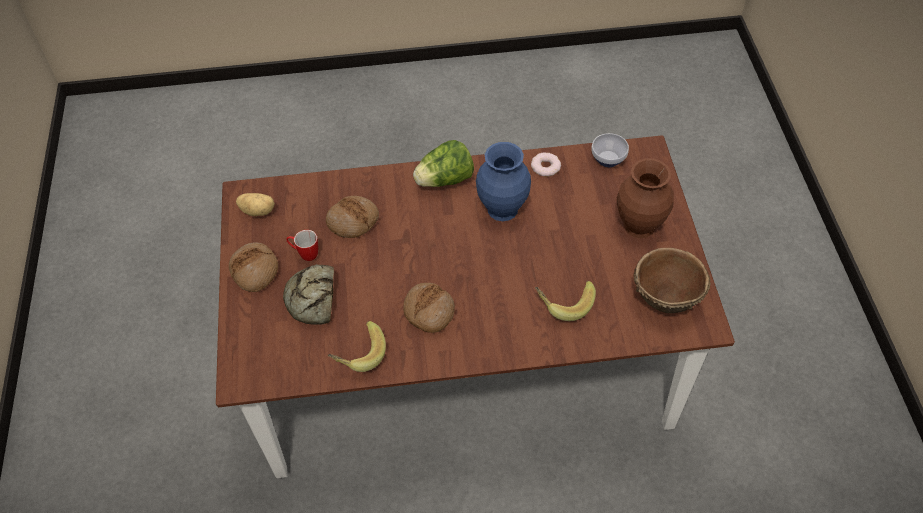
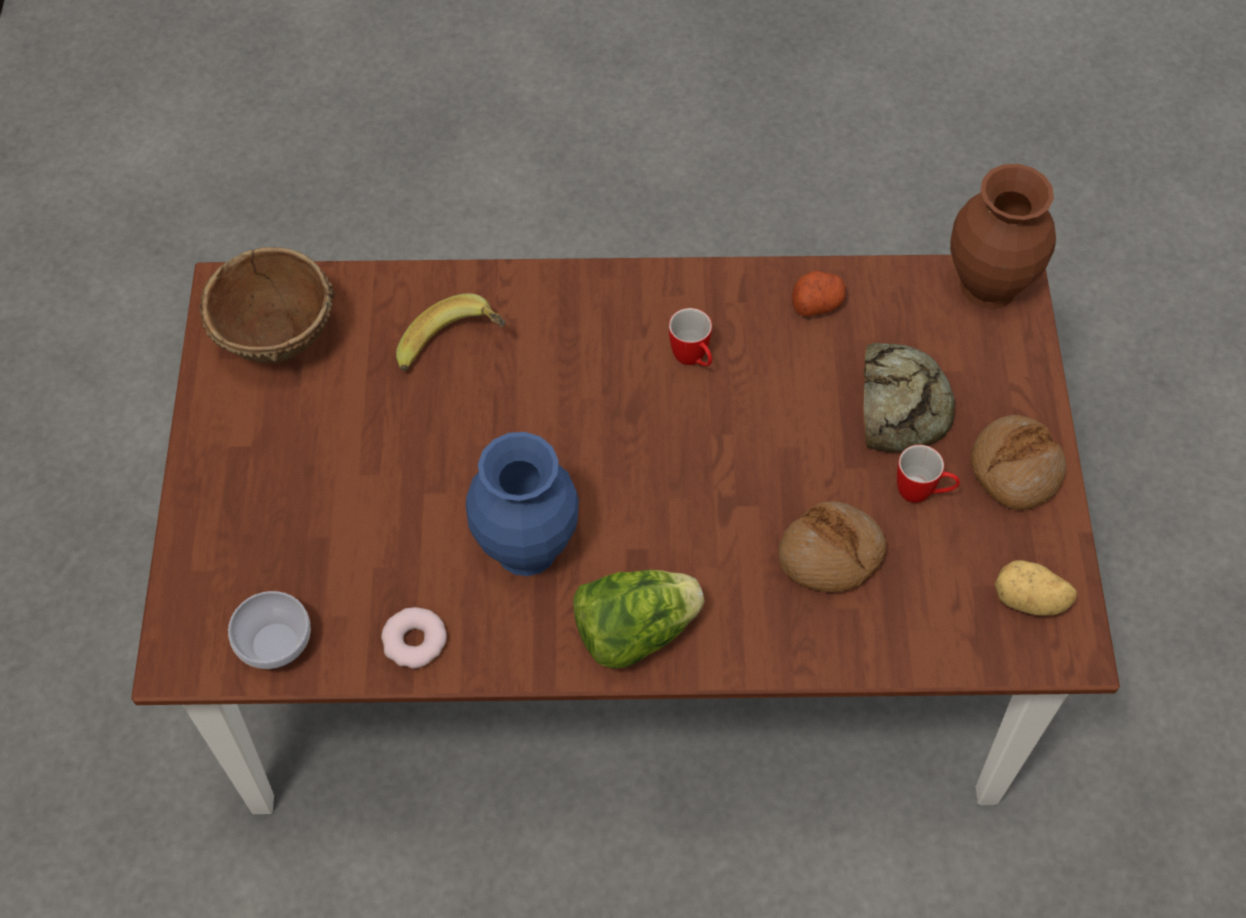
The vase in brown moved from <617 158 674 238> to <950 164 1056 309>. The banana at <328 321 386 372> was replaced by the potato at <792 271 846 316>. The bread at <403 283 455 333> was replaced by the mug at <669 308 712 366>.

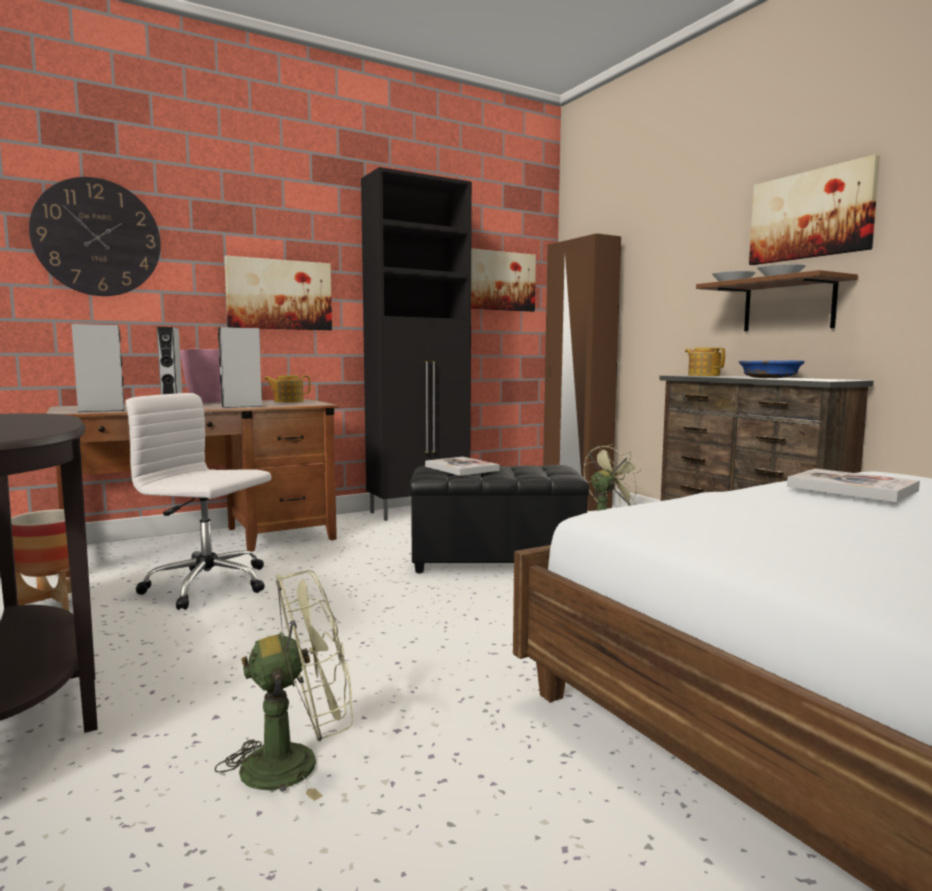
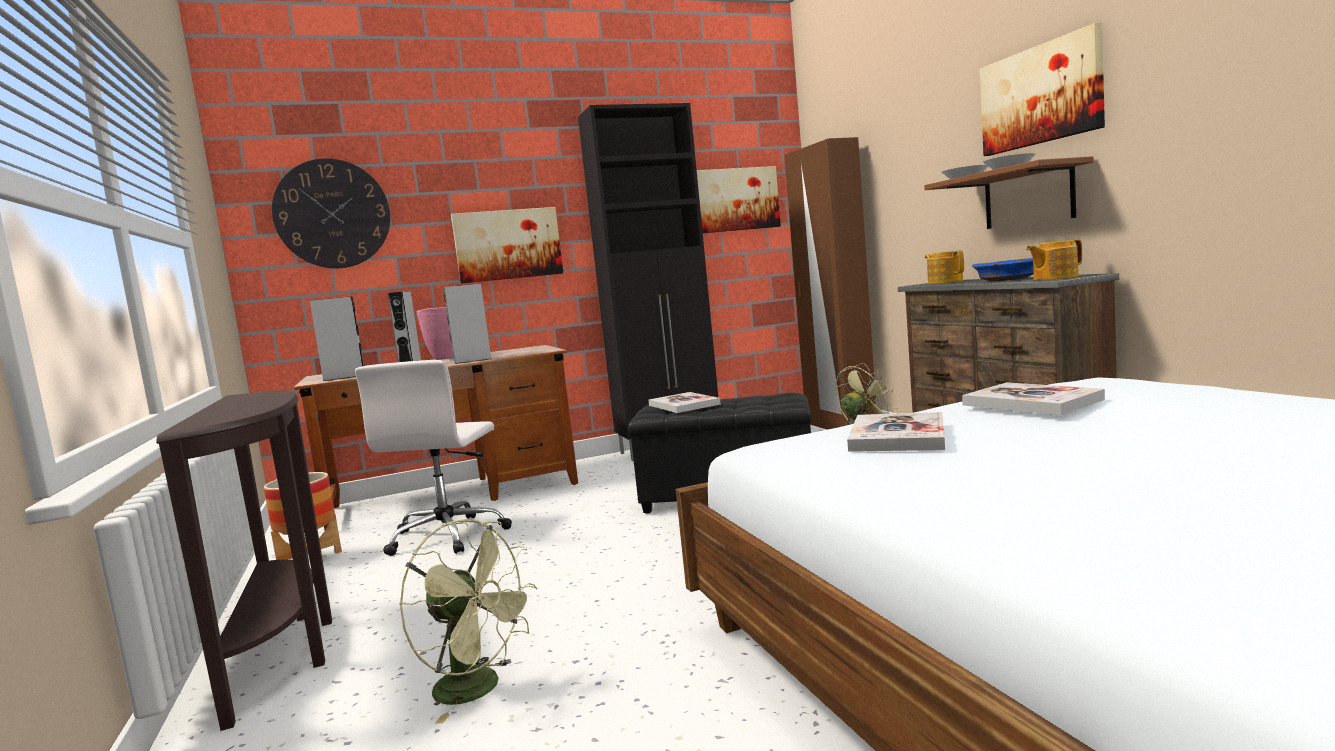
The book at <847 412 945 452> appeared. The teapot moved from <264 375 311 402> to <1026 239 1082 280>. The office chair in white at <126 393 271 610> turned 105 degrees counterclockwise. The fan in green at <215 570 353 801> turned 45 degrees clockwise.

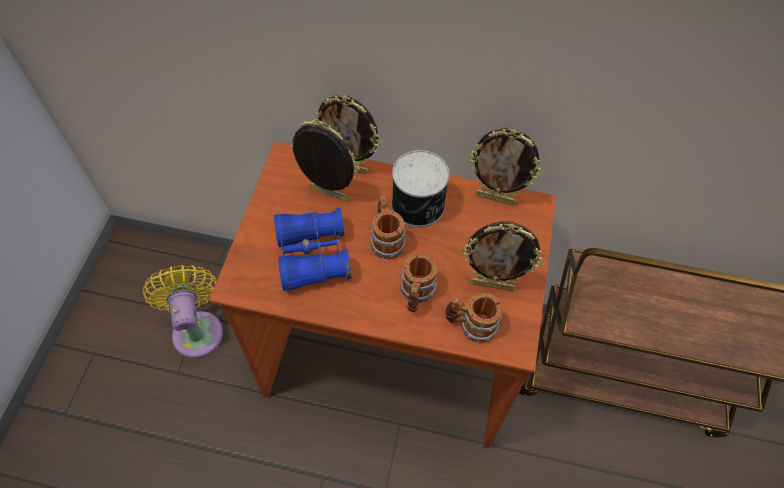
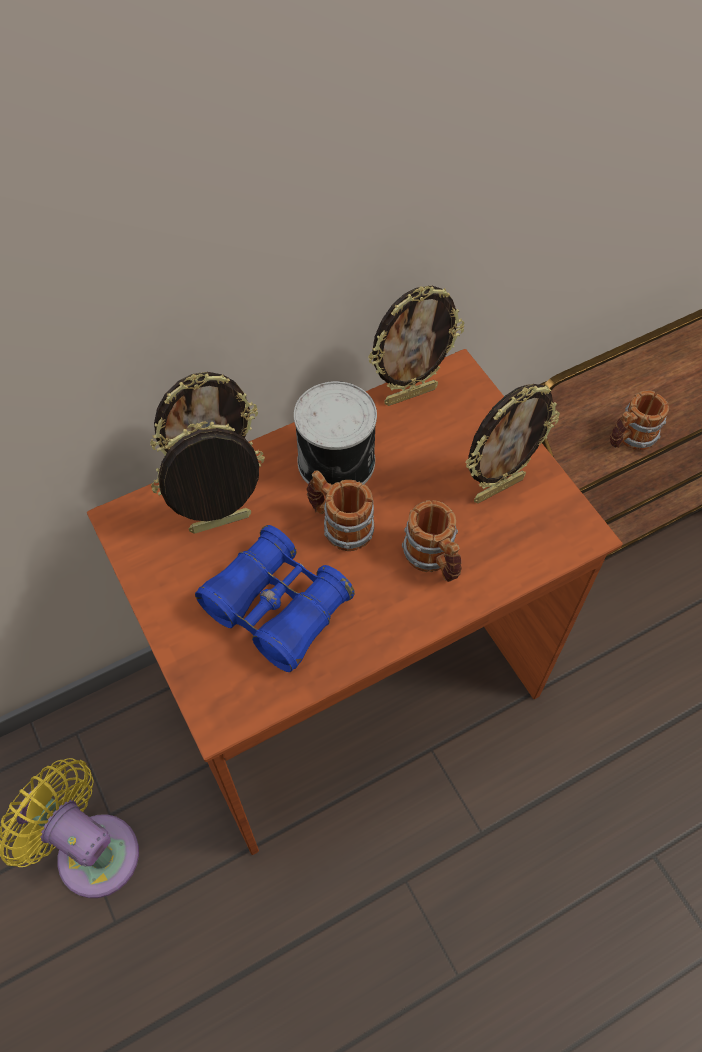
The mug moved from <445 293 502 343> to <610 390 669 450>.

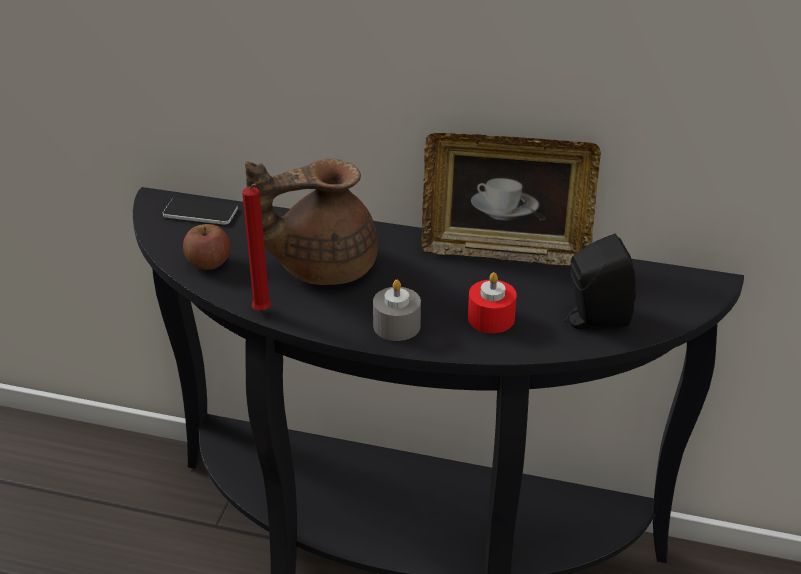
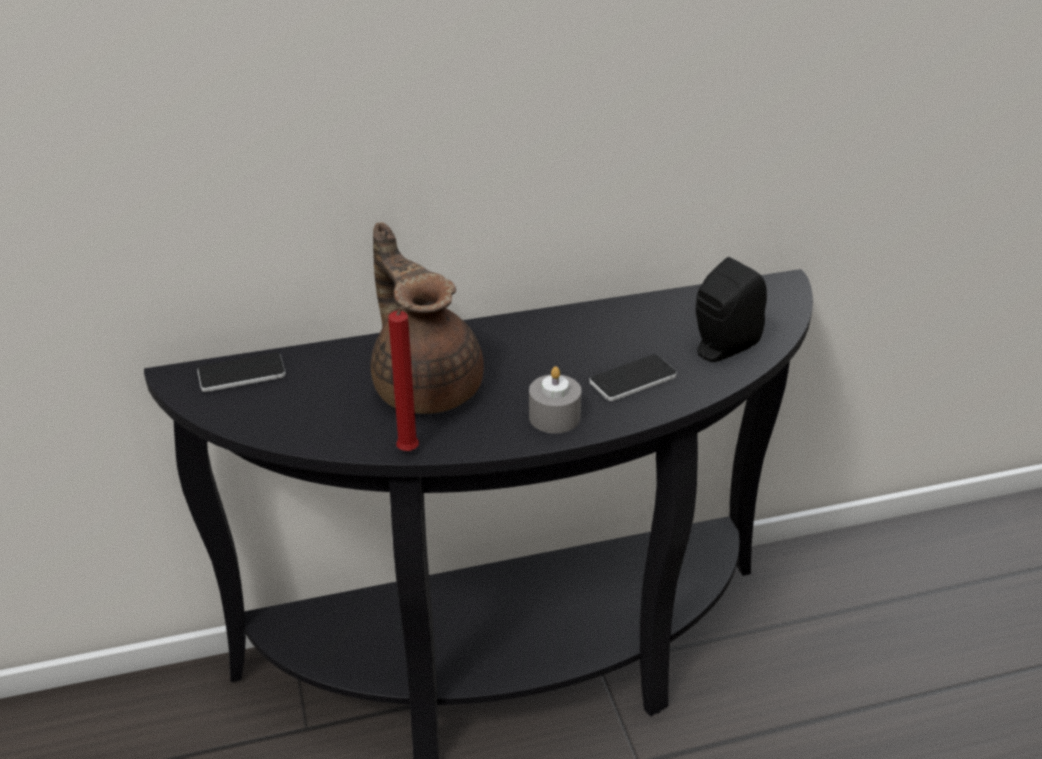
The apple at <183 224 230 270> disappeared. The picture frame at <421 133 601 266> disappeared. The candle in red at <468 272 517 333> was replaced by the phone at <589 355 677 401>. The teapot in brown at <245 159 378 285> turned 105 degrees clockwise.

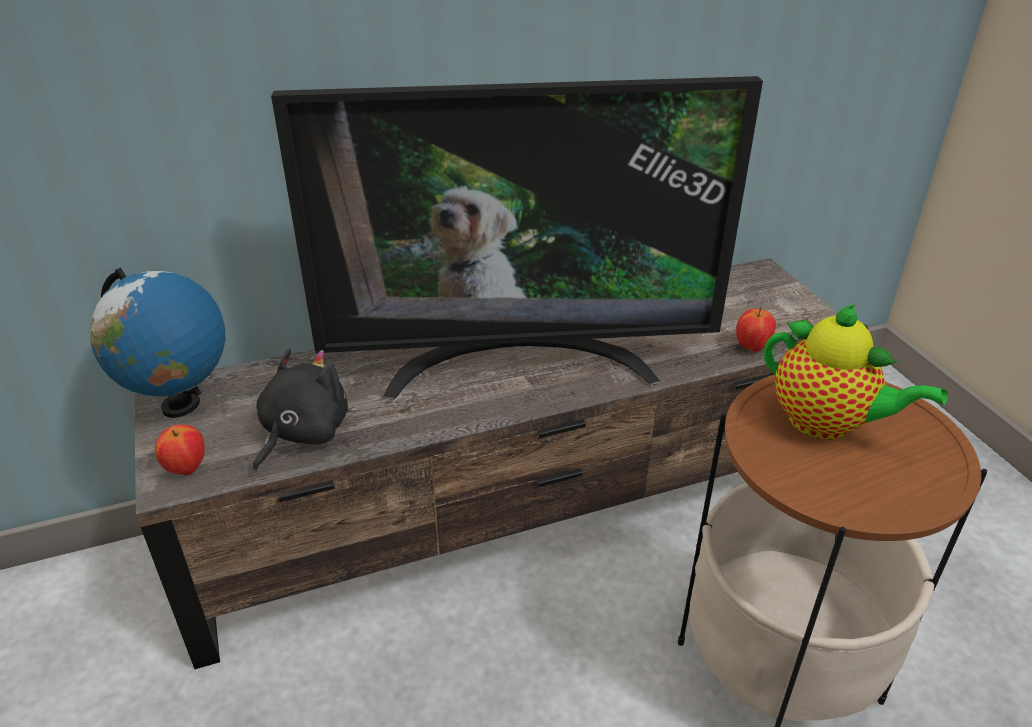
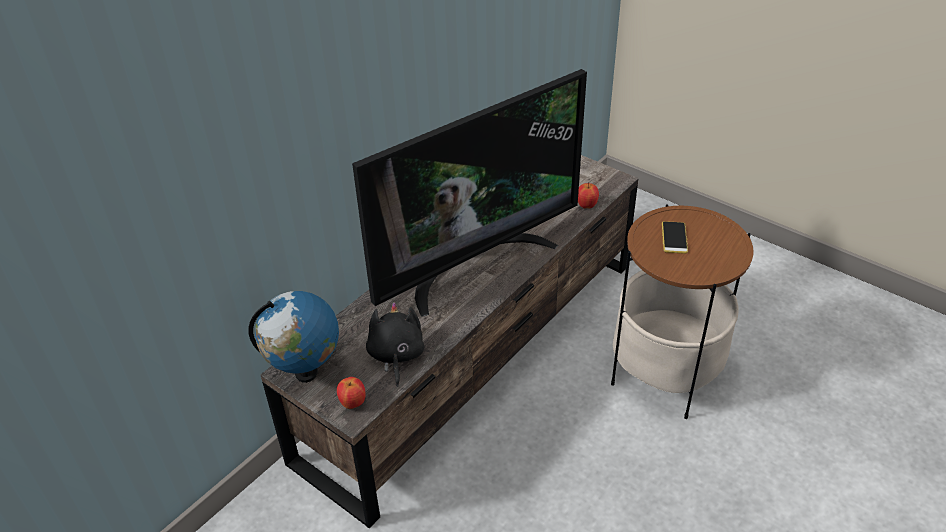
The teapot at <764 304 948 440> was replaced by the phone at <662 221 688 254>.

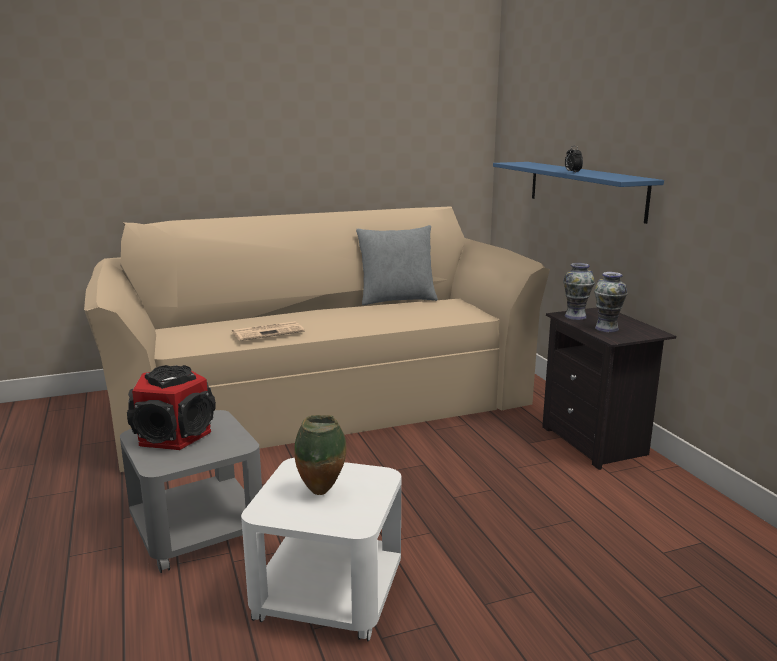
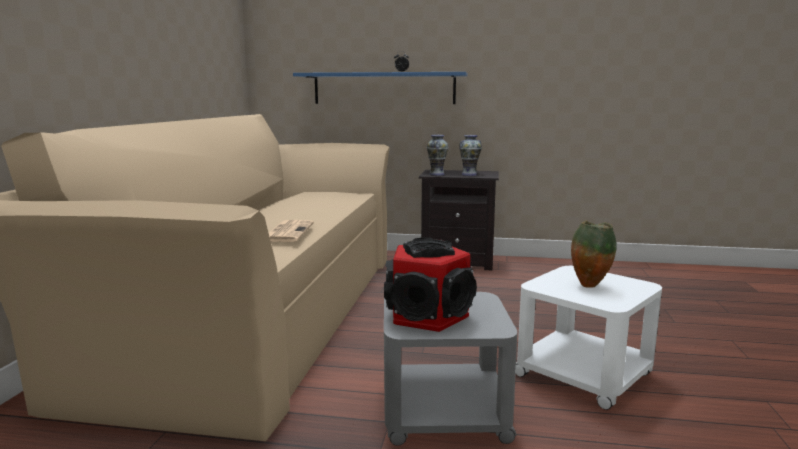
The pillow in grey at <356 225 438 305> disappeared.

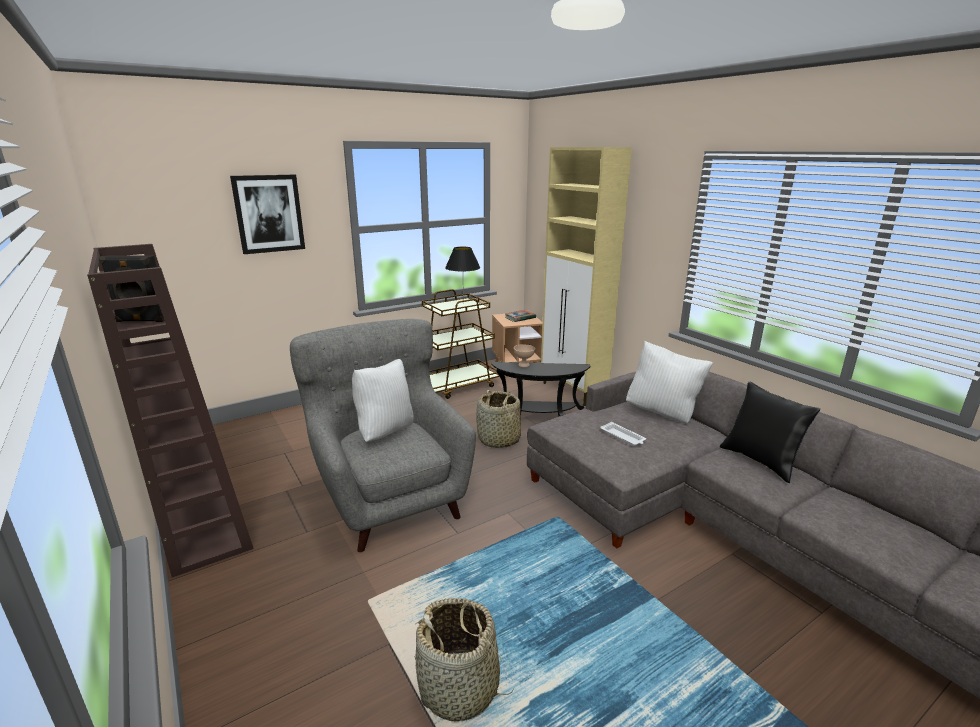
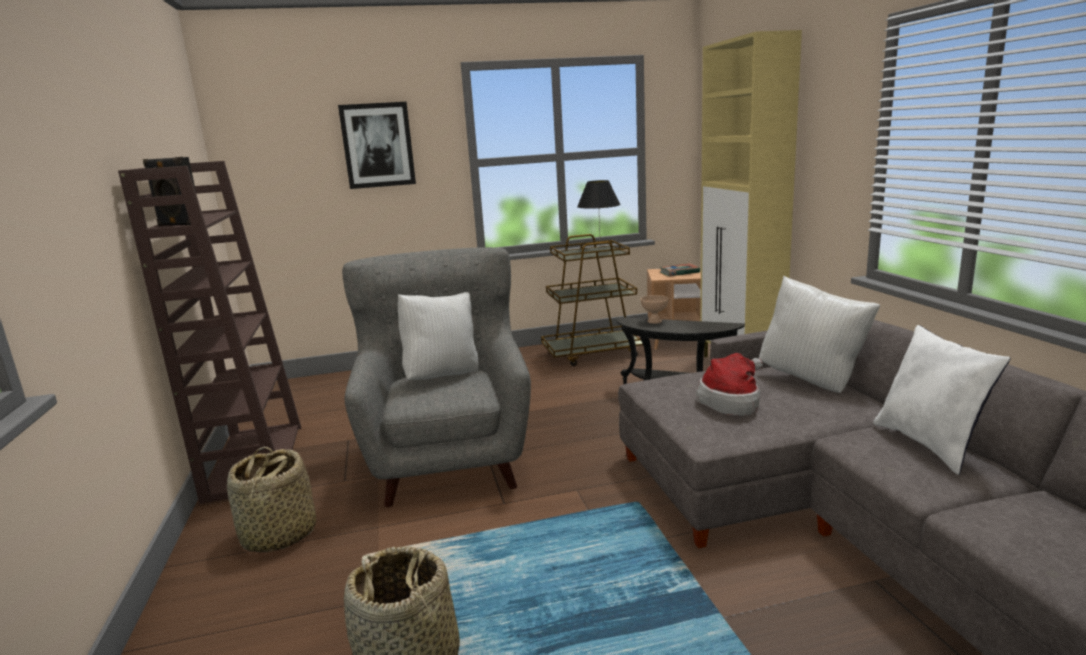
The basket moved from <476 390 521 448> to <227 447 316 552>. The tray in white at <600 422 646 446> was replaced by the hat at <696 353 763 416>. The pillow in black at <720 381 820 483> became the pillow in white at <873 325 1011 475>.

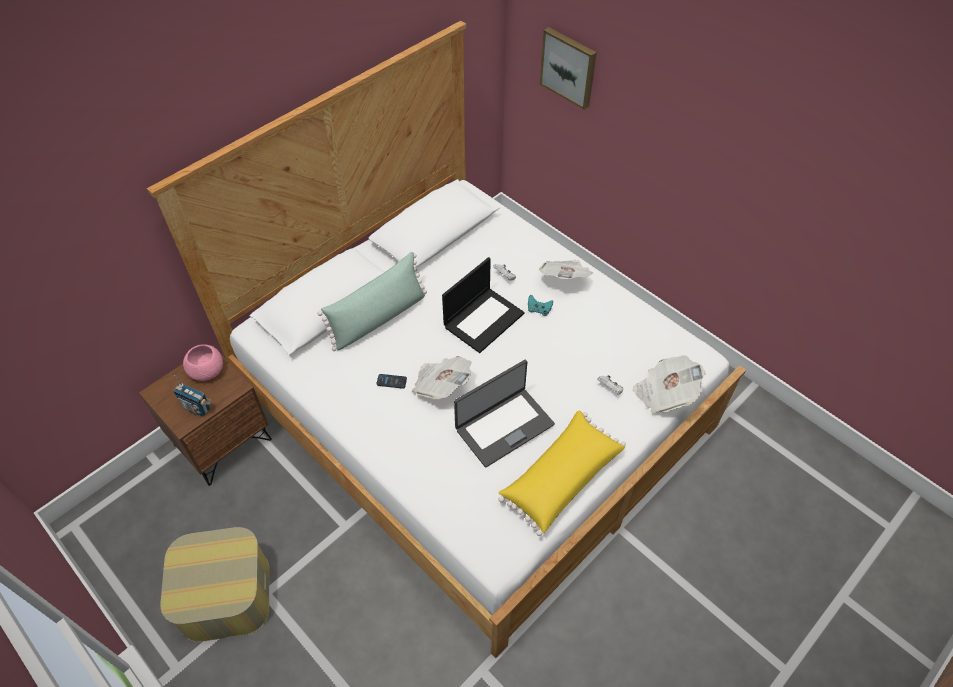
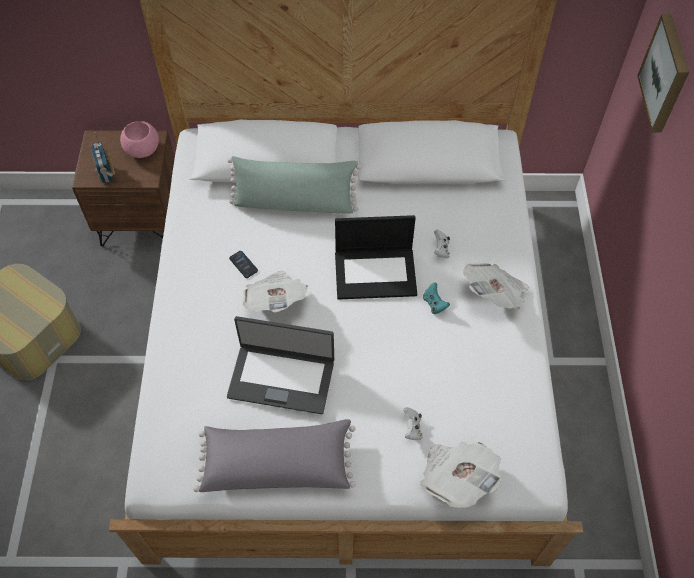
The pillow in yellow at <499 411 626 536> became the pillow in grey at <193 419 356 492>.

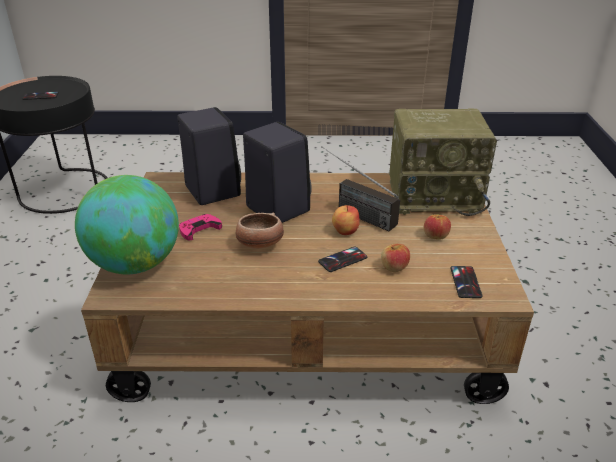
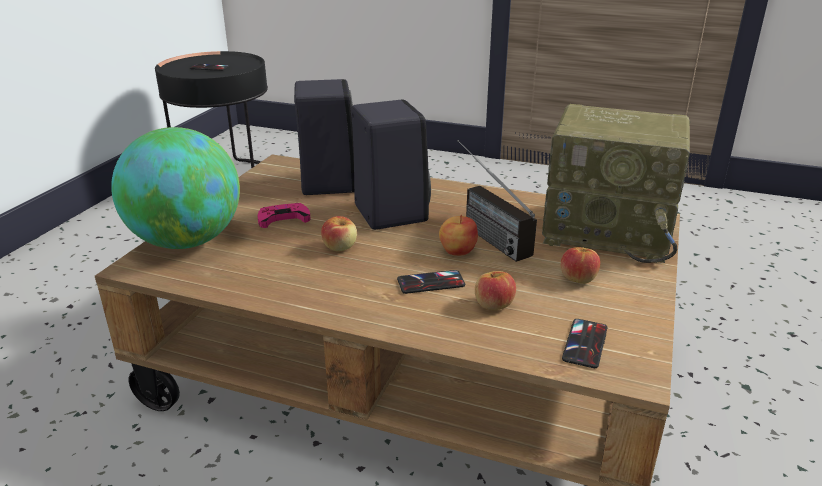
The bowl at <236 213 284 249> was replaced by the apple at <321 216 357 251>.

